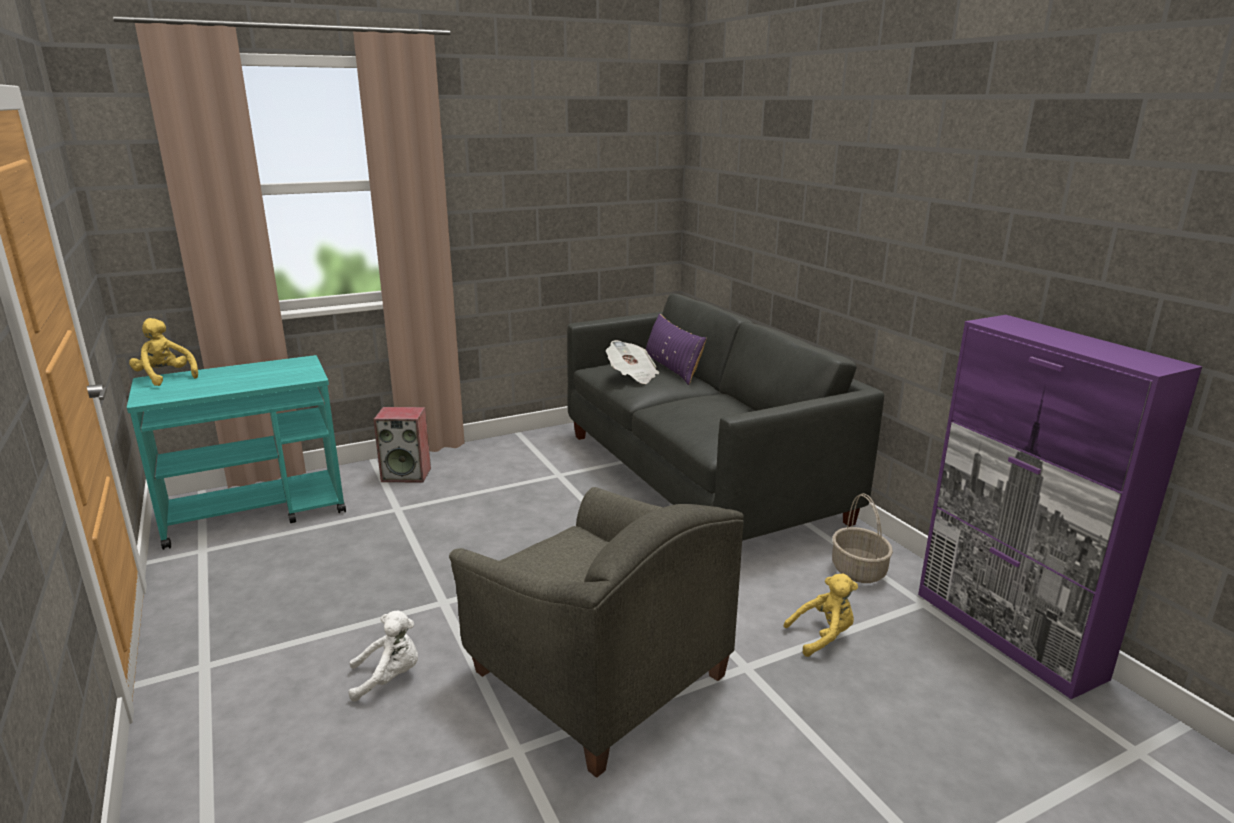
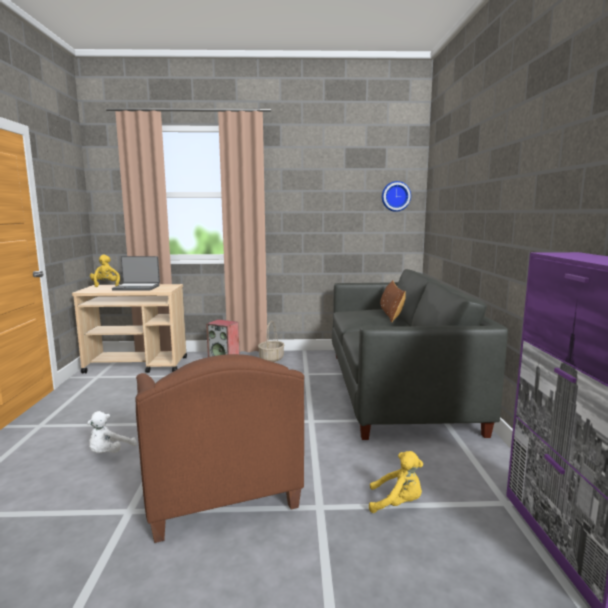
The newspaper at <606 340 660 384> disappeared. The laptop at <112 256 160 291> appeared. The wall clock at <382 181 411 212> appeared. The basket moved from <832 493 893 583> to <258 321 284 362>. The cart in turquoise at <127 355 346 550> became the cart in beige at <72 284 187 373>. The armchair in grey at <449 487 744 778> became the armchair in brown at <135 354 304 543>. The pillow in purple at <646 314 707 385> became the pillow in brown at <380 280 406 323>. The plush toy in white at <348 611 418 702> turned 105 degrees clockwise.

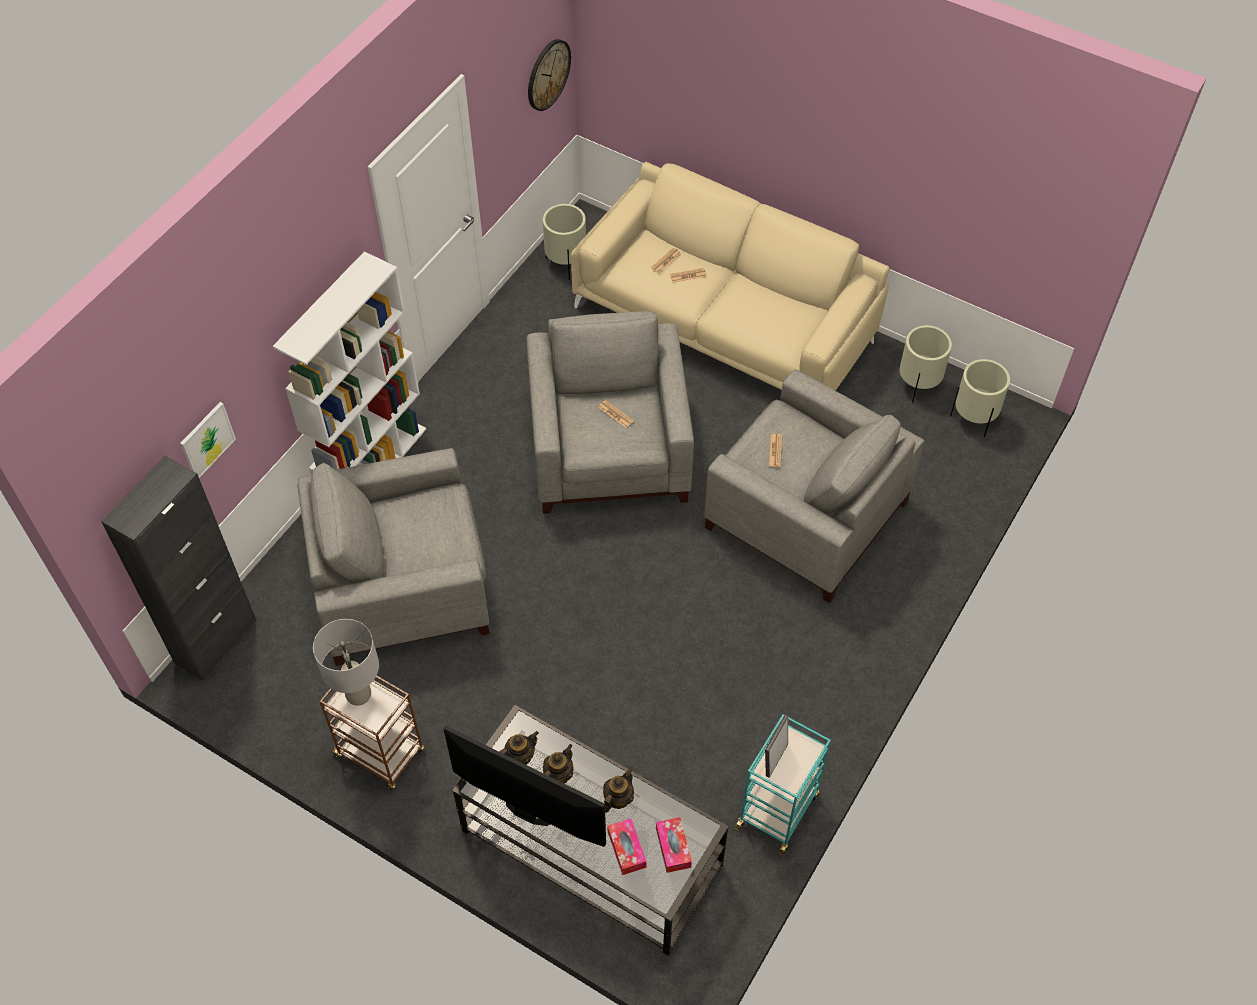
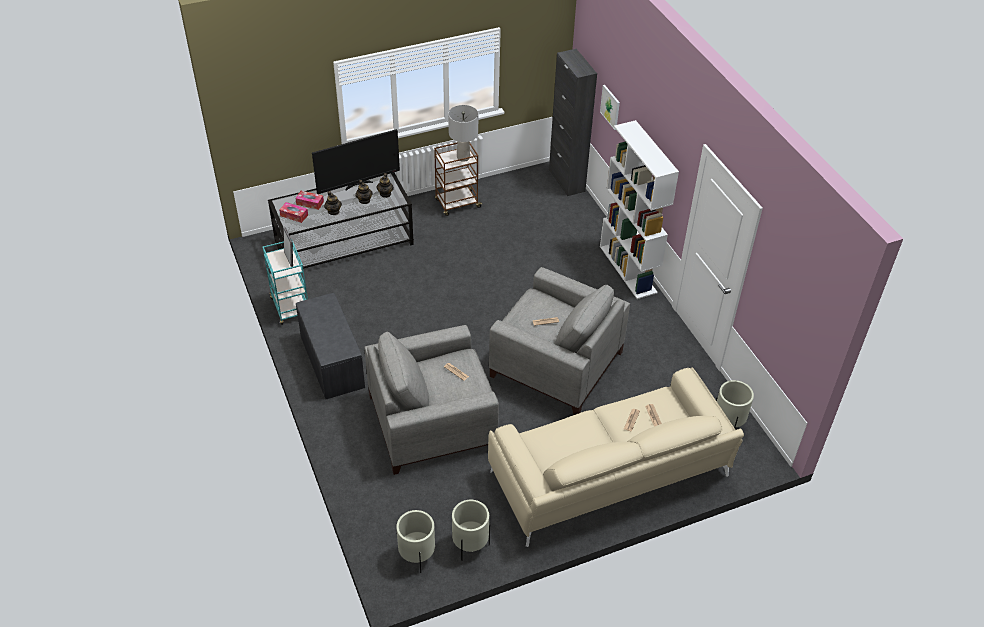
The armchair in grey at <297 448 490 666> disappeared. The wall clock at <528 39 571 111> disappeared. The bench in grey at <296 293 365 399> appeared.

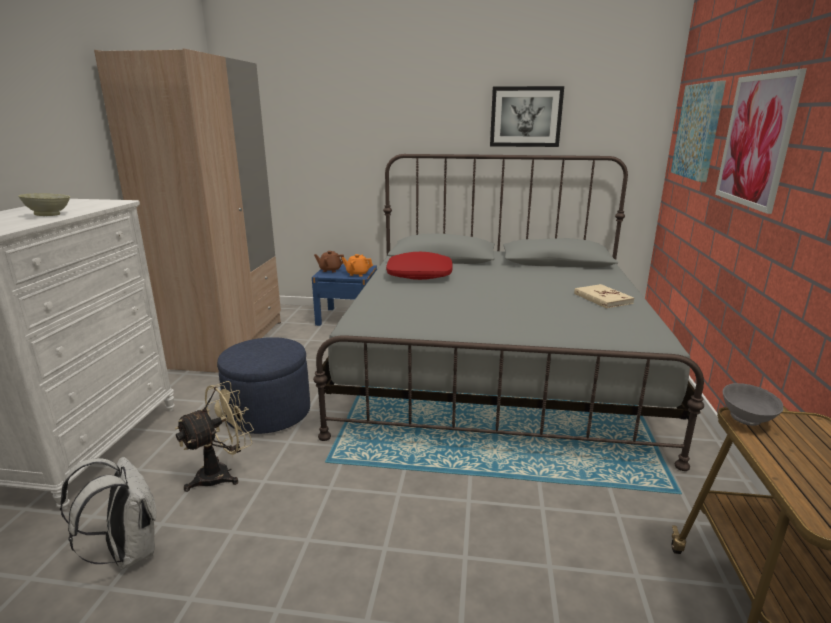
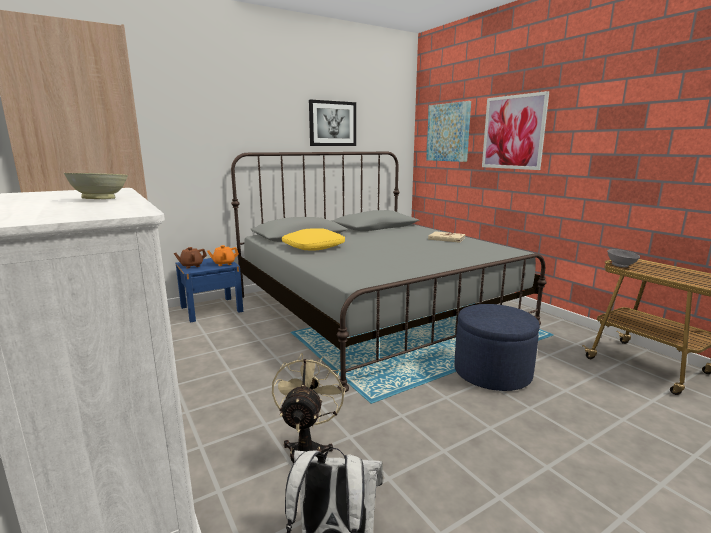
The ottoman in blue moved from <217 337 310 434> to <454 304 540 391>. The pillow in red at <386 252 453 280> became the pillow in yellow at <282 229 345 250>.

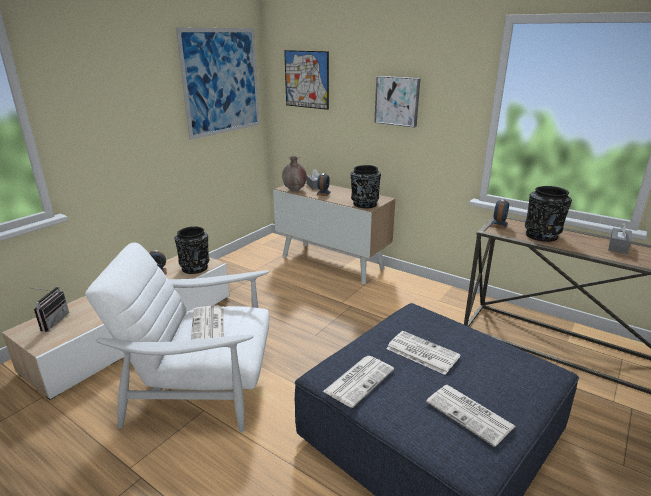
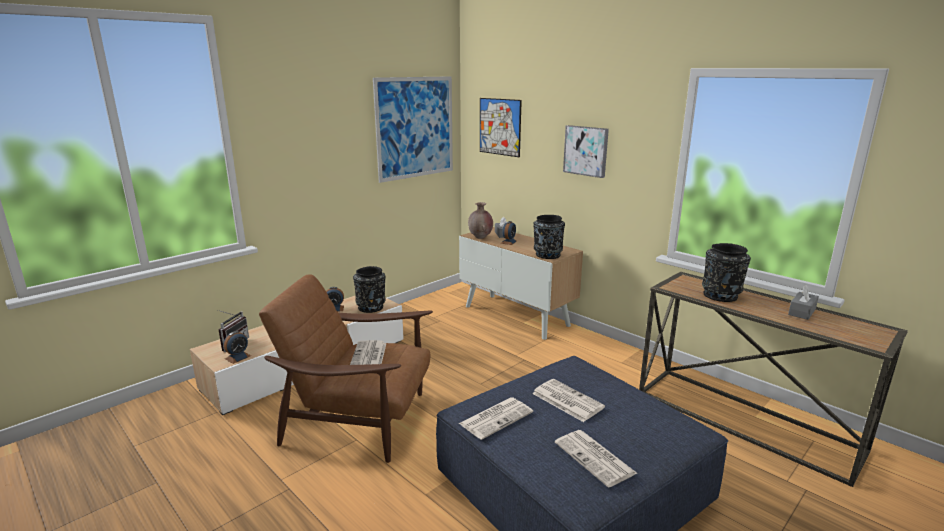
The alarm clock moved from <490 199 509 229> to <223 331 251 364>. The armchair in white at <85 243 269 432> became the armchair in brown at <259 274 433 463>.

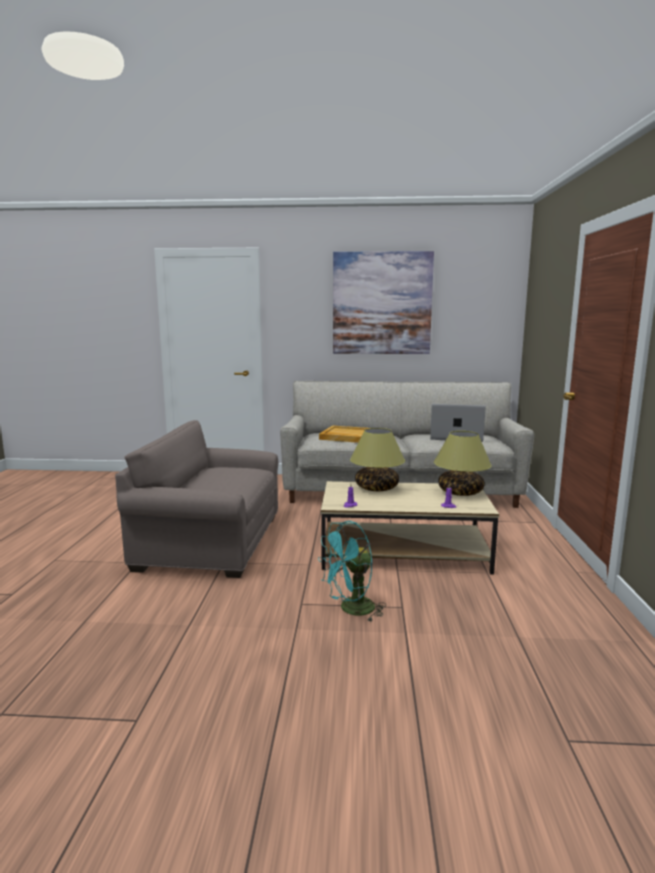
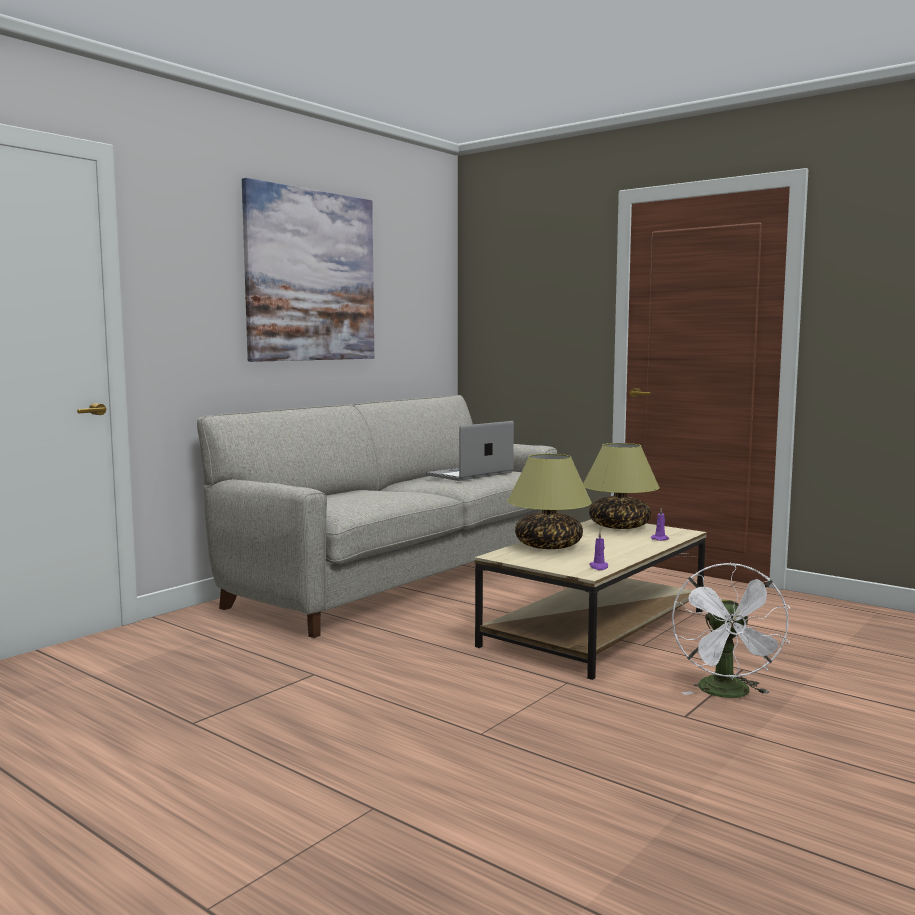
The armchair in grey at <115 420 278 578> disappeared. The tray in beige at <319 425 369 443> disappeared. The fan in turquoise at <318 521 386 622> became the fan in white at <672 563 791 698>.

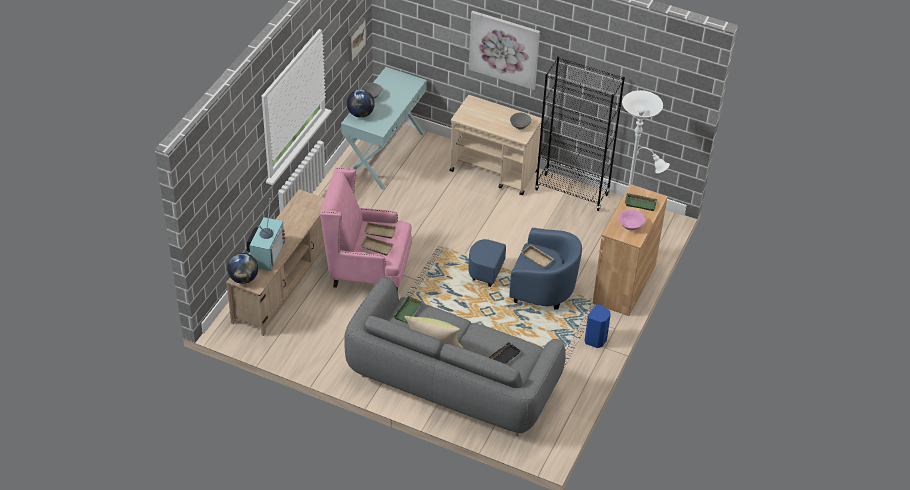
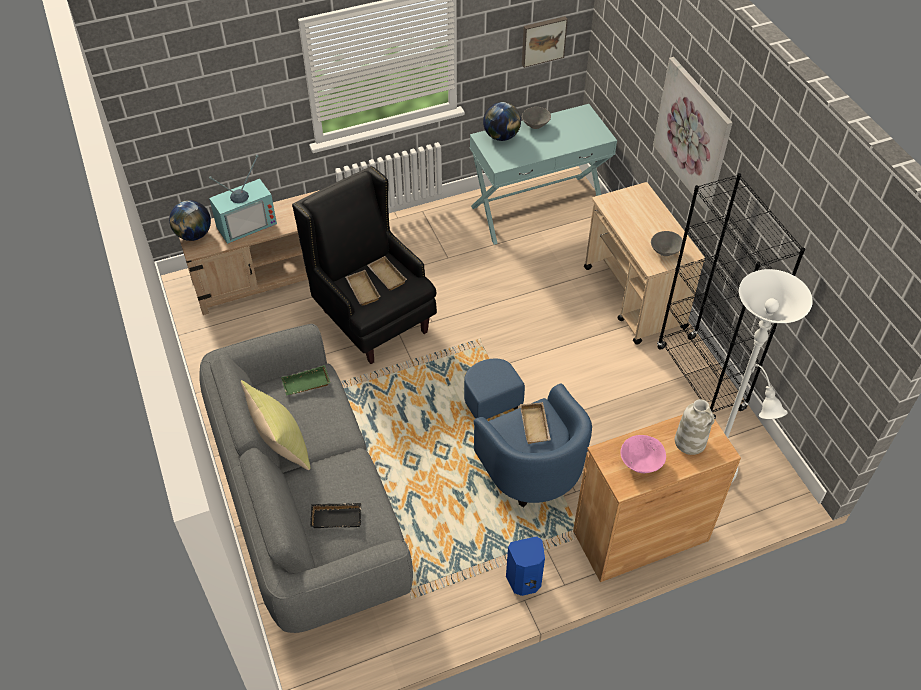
The tray in green at <625 193 657 211> was replaced by the vase in white at <675 399 715 455>. The armchair in pink at <320 167 412 292> became the armchair in black at <292 166 437 364>.

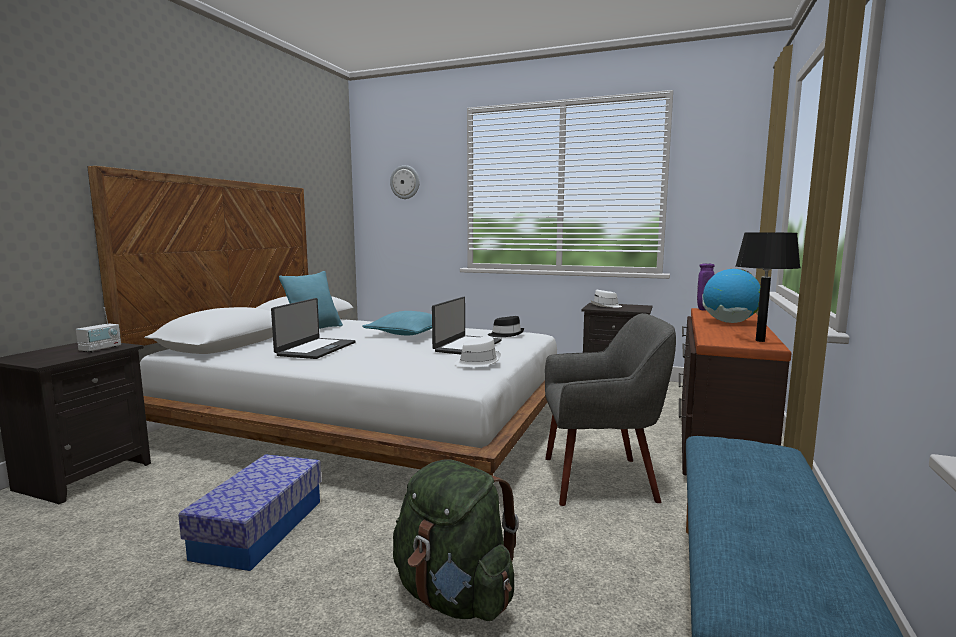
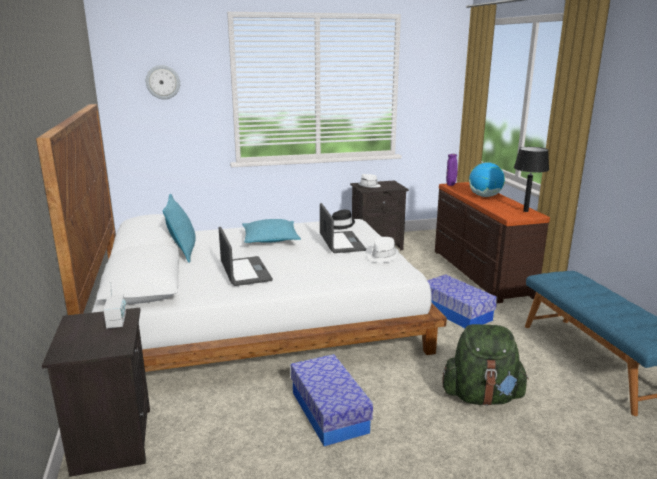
The armchair in grey at <545 313 676 506> was replaced by the storage box at <427 274 497 328>.

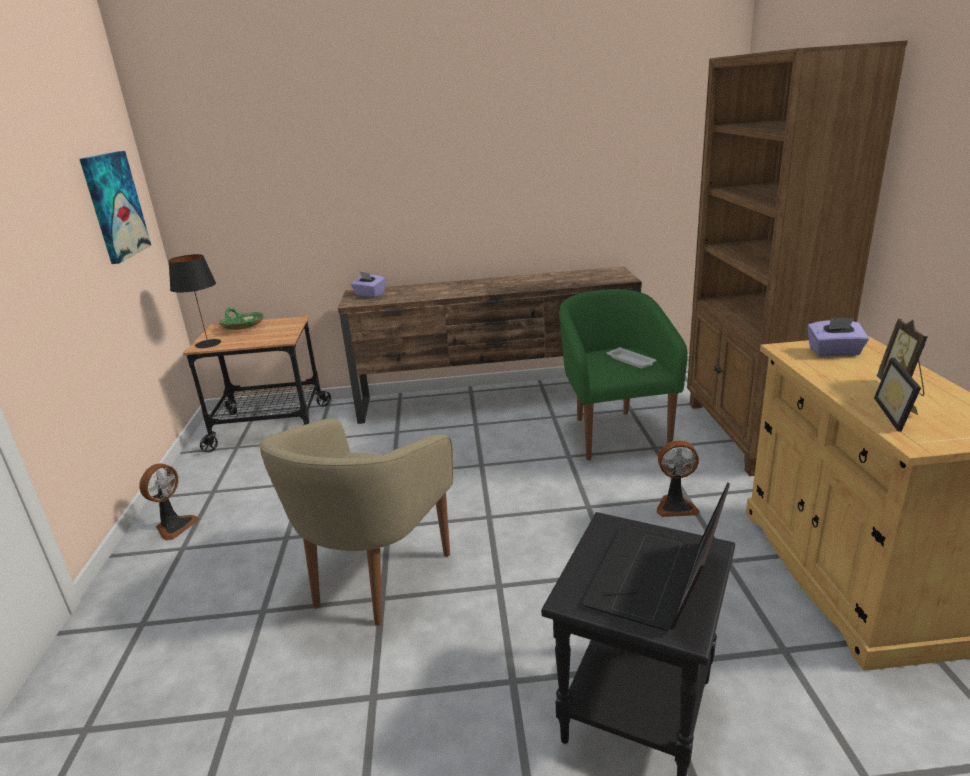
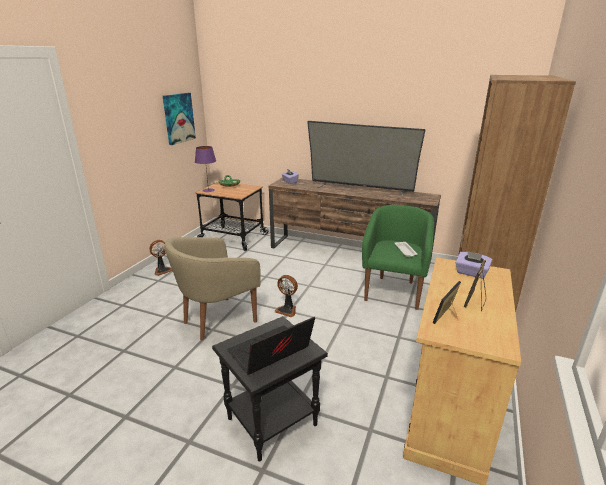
The television at <307 121 425 198> appeared. The fan moved from <657 440 700 517> to <275 275 298 317>. The table lamp in black at <168 254 221 348> became the table lamp in purple at <195 146 216 192>.

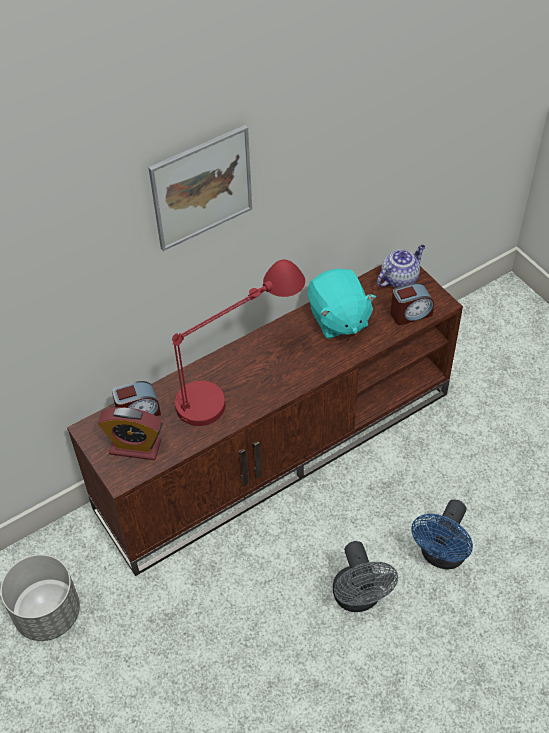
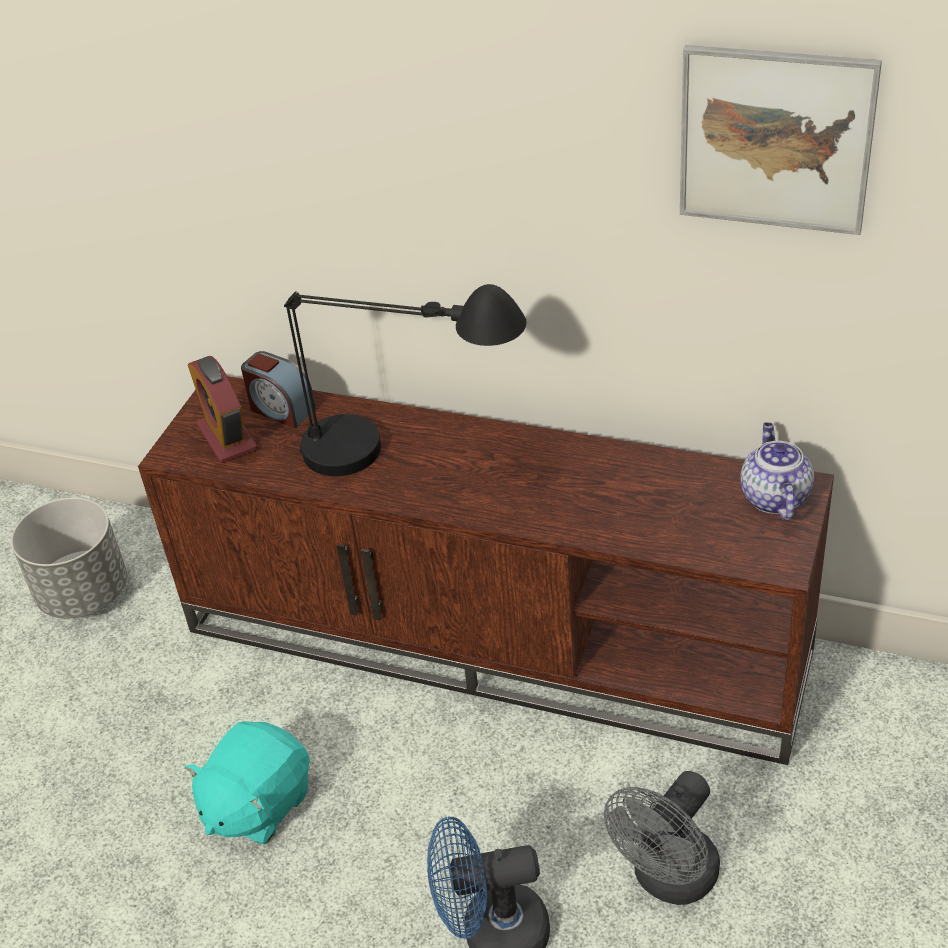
The alarm clock at <391 283 434 325> disappeared. The picture moved from <148 125 252 251> to <680 45 882 235>. The plush toy in turquoise moved from <308 269 376 339> to <185 721 310 844>. The fan in grey moved from <333 541 398 612> to <604 771 720 905>. The table lamp in red at <172 259 305 426> became the table lamp in black at <284 284 526 476>. The teapot at <377 245 425 288> turned 105 degrees counterclockwise.

